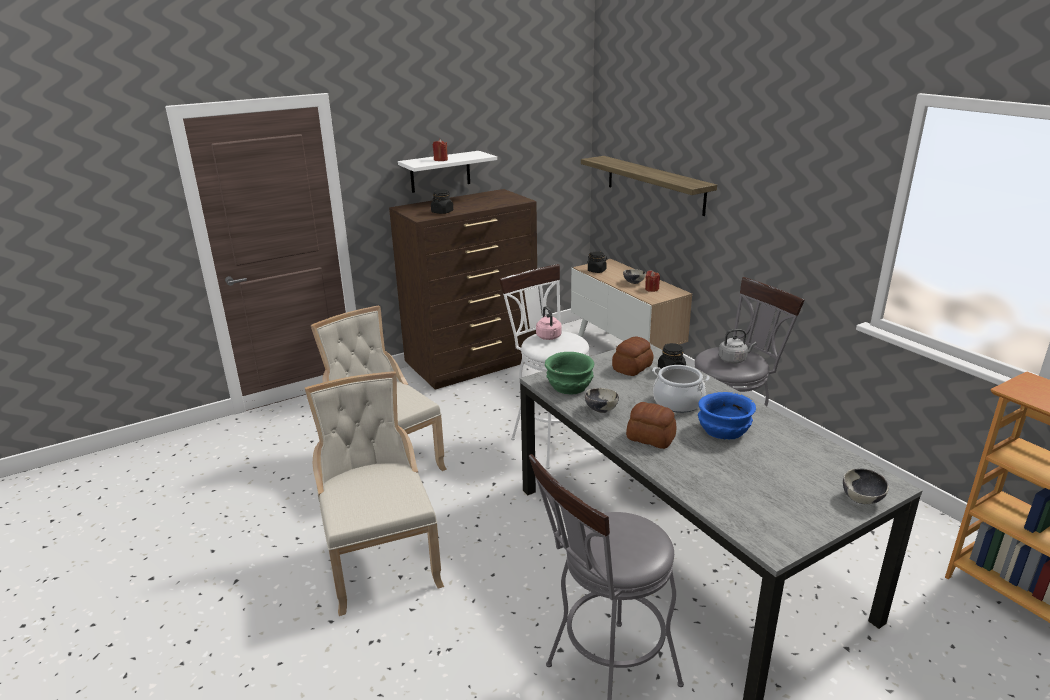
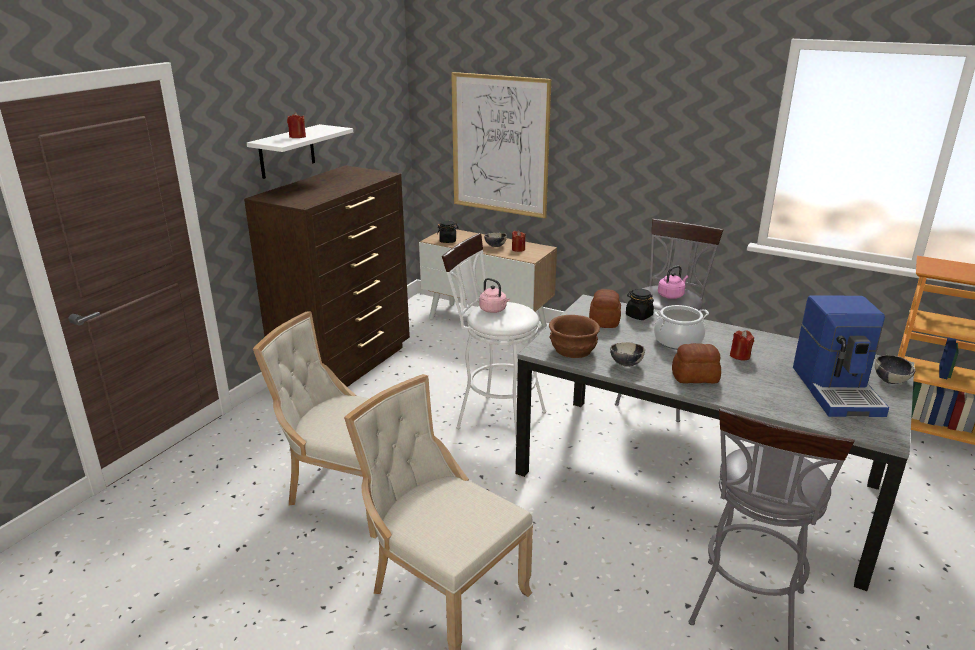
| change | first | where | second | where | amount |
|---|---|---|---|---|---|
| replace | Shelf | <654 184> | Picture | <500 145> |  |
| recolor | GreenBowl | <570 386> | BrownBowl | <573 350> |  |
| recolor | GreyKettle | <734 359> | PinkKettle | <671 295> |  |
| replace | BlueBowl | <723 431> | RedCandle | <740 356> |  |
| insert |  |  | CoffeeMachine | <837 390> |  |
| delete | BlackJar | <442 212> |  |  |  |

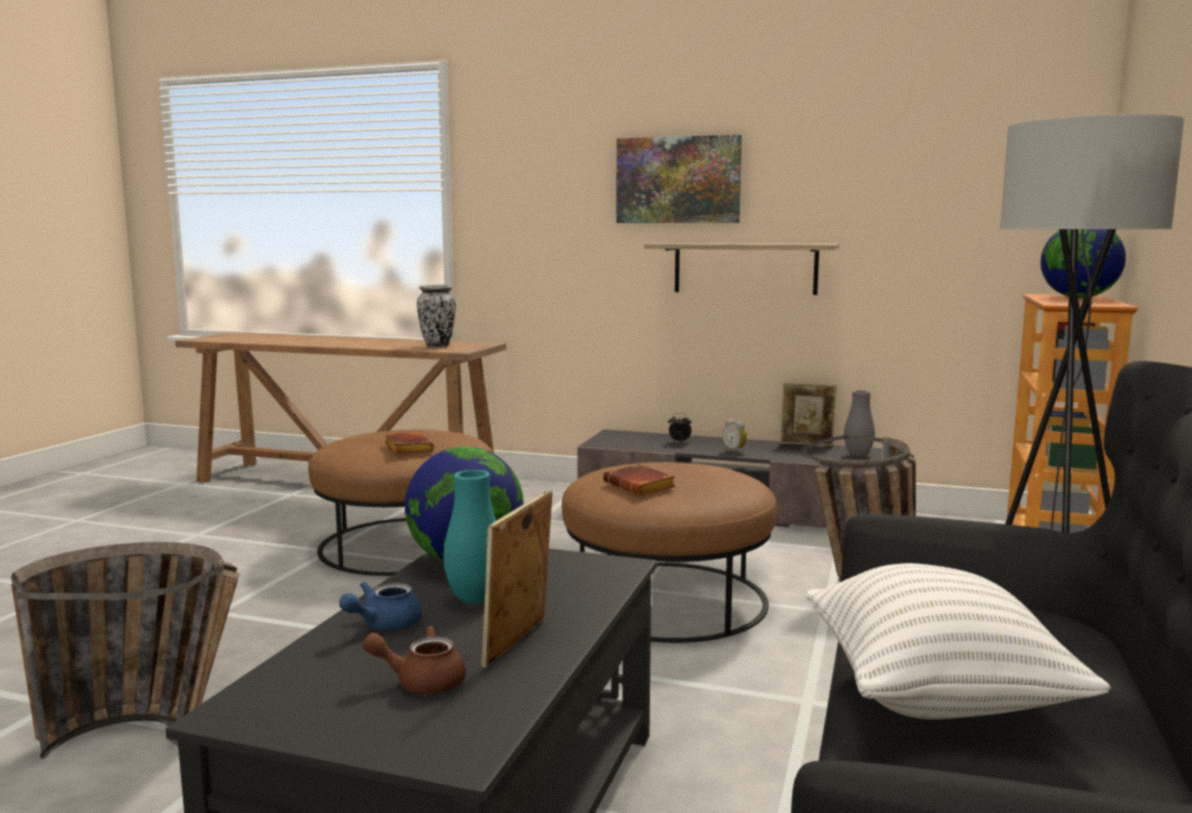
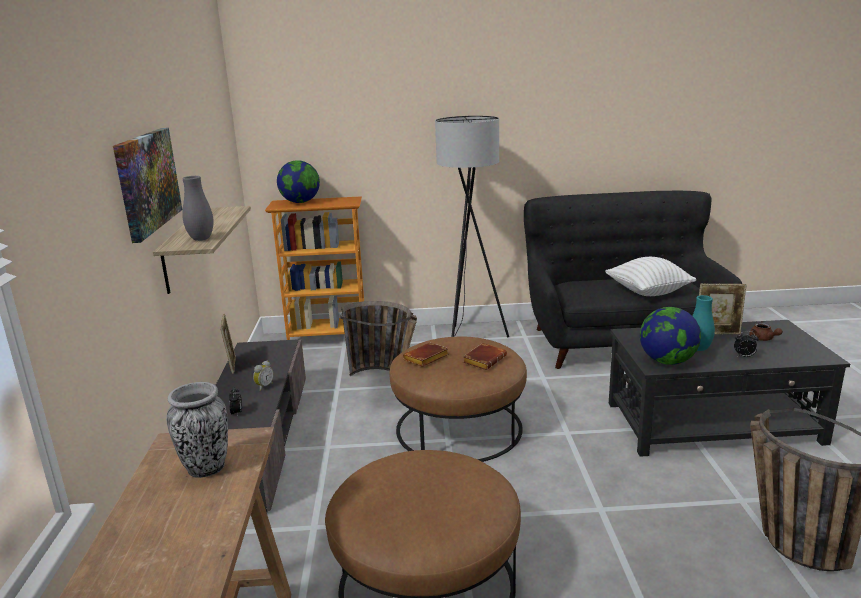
| change | first | where | second | where | amount |
|---|---|---|---|---|---|
| move | GreyVase | <858 455> |  | <201 239> |  |
| move | BrownBook | <406 448> |  | <426 359> |  |
| replace | BlueTeapot | <384 625> | AlarmClock | <744 357> |  |

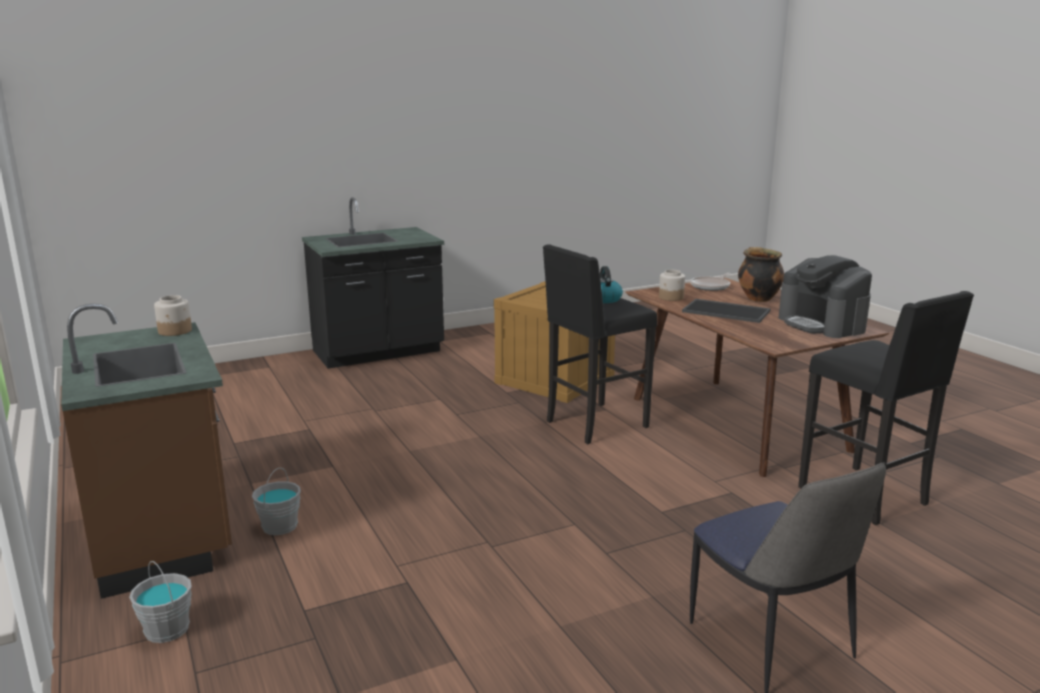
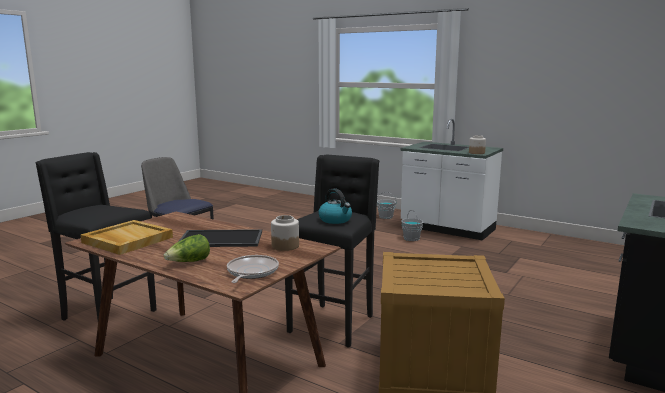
| change | first | where | second | where | amount |
|---|---|---|---|---|---|
| replace | CoffeeMachine | <822 324> | BeigeTray | <127 240> |  |
| replace | CookingPot | <757 298> | Lettuce | <189 262> |  |
| recolor | BrownCounter | <164 533> | WhiteCounter | <447 229> |  |

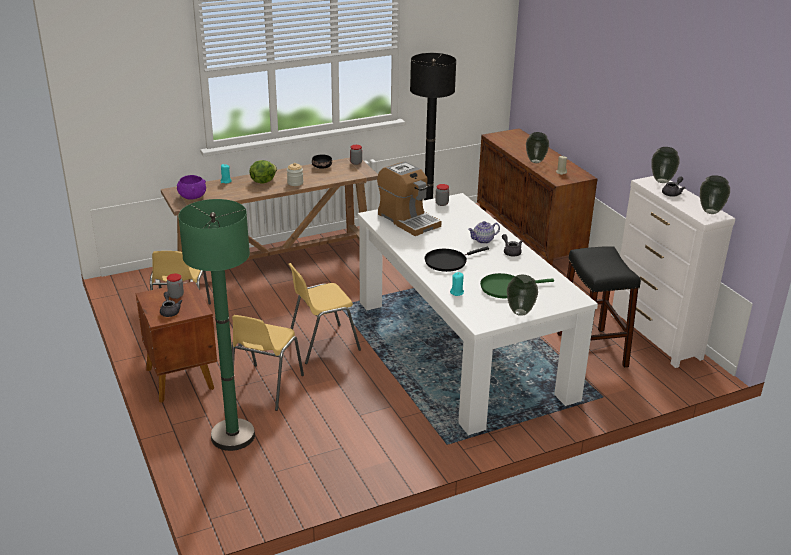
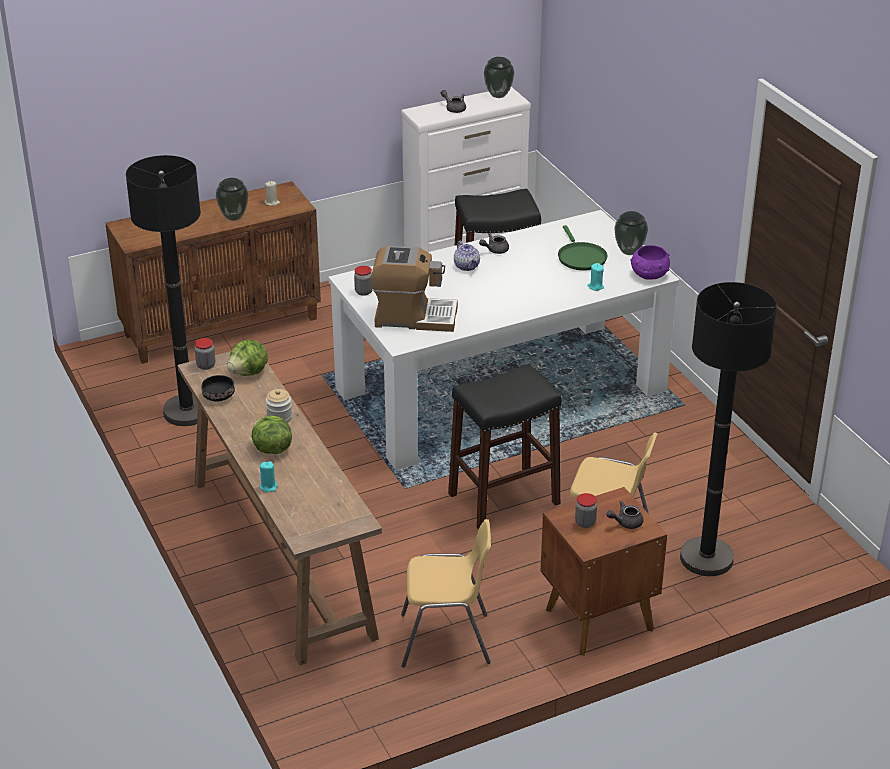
| change | first | where | second | where | amount |
|---|---|---|---|---|---|
| insert |  |  | Lettuce | <249 373> |  |
| rotate | CoffeeMachine | <408 220> |  | <414 317> | 45 degrees clockwise |
| replace | YellowChair | <322 344> | BlackStool | <503 499> |  |
| move | PurpleBowl | <192 196> |  | <649 275> |  |
| recolor | GreenFloorLamp | <233 436> | BlackFloorLamp | <706 558> |  |
| delete | BlackFryingPan | <448 262> |  |  |  |
| delete | Vase | <661 181> |  |  |  |

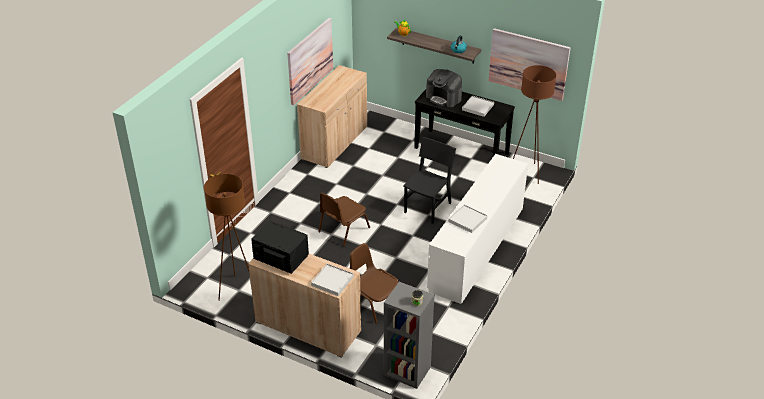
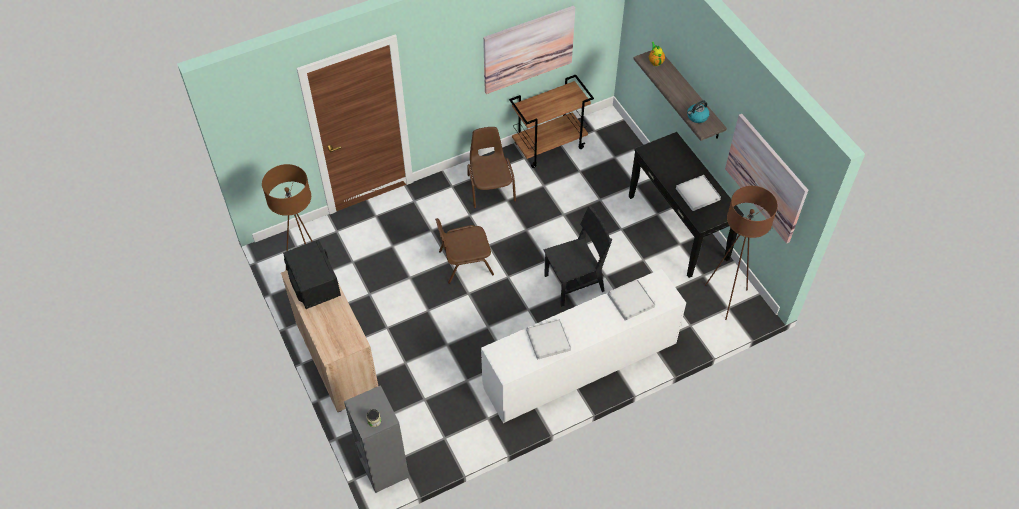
| change | first | where | second | where | amount |
|---|---|---|---|---|---|
| move | BrownChair | <374 302> |  | <490 187> |  |
| replace | BeigeCabinet | <335 143> | BrownCart | <549 145> |  |
| move | WhiteTray | <332 281> |  | <631 300> |  |
| delete | CoffeeMachine | <444 98> |  |  |  |

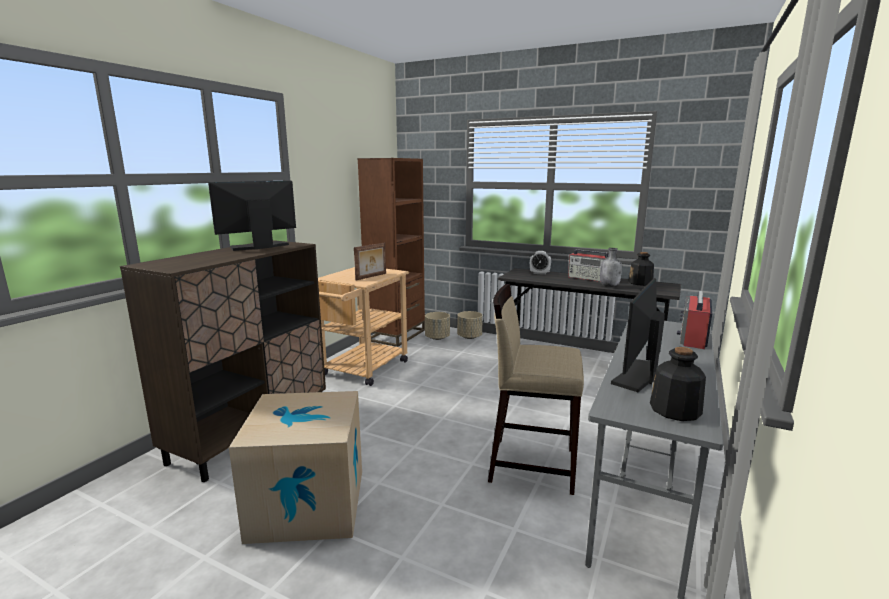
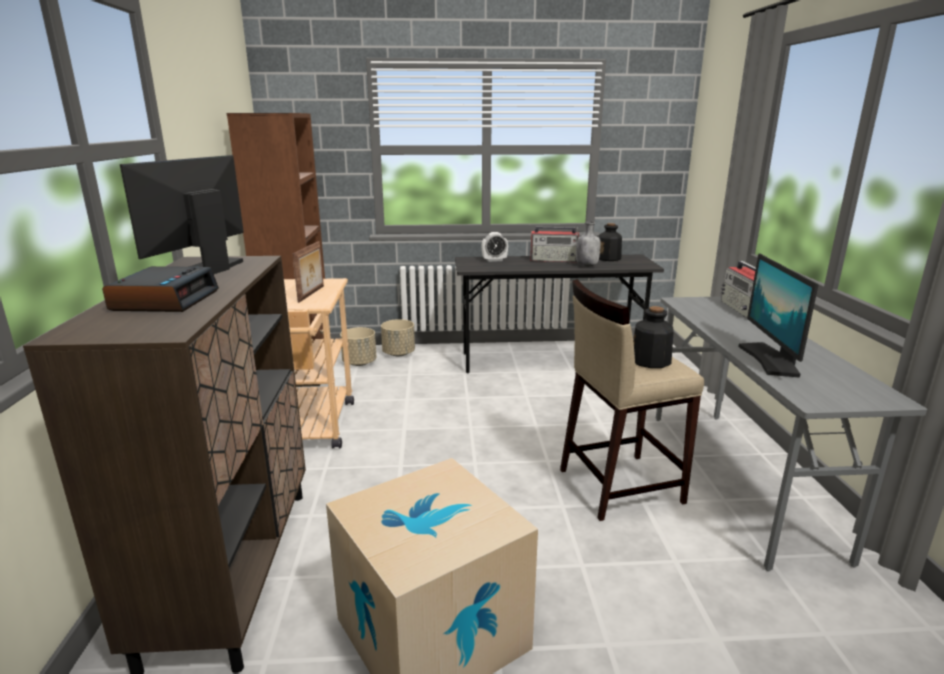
| change | first | where | second | where | amount |
|---|---|---|---|---|---|
| insert |  |  | AlarmClock | <165 300> |  |
| move | Bottle | <675 410> |  | <650 361> |  |

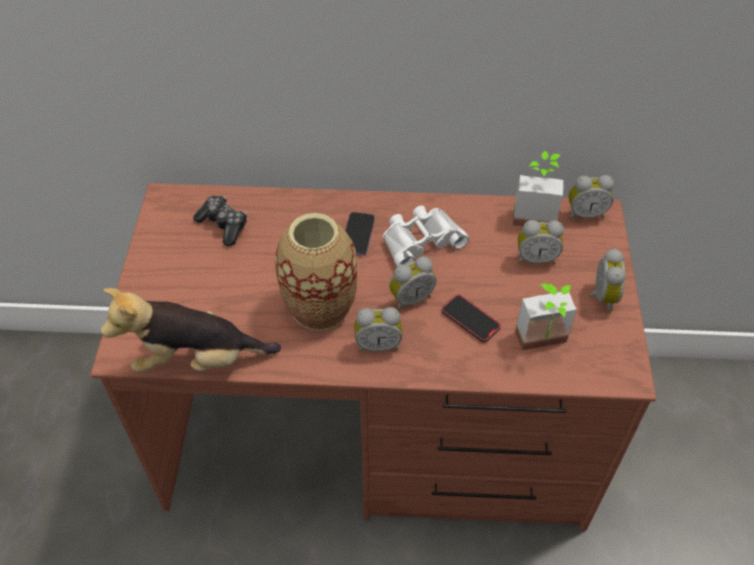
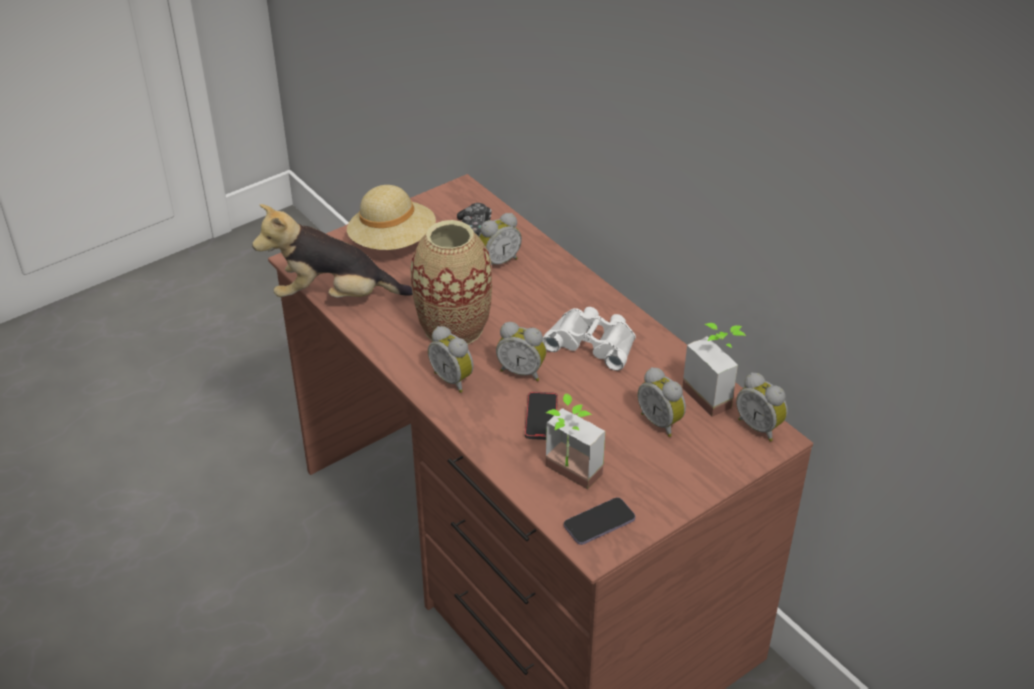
| change | first | where | second | where | amount |
|---|---|---|---|---|---|
| rotate | PlushToy | <197 359> |  | <334 297> | 45 degrees counterclockwise |
| insert |  |  | BeigeHat | <392 242> |  |
| move | AlarmClock | <601 297> |  | <497 261> |  |
| move | Phone | <358 235> |  | <599 523> |  |

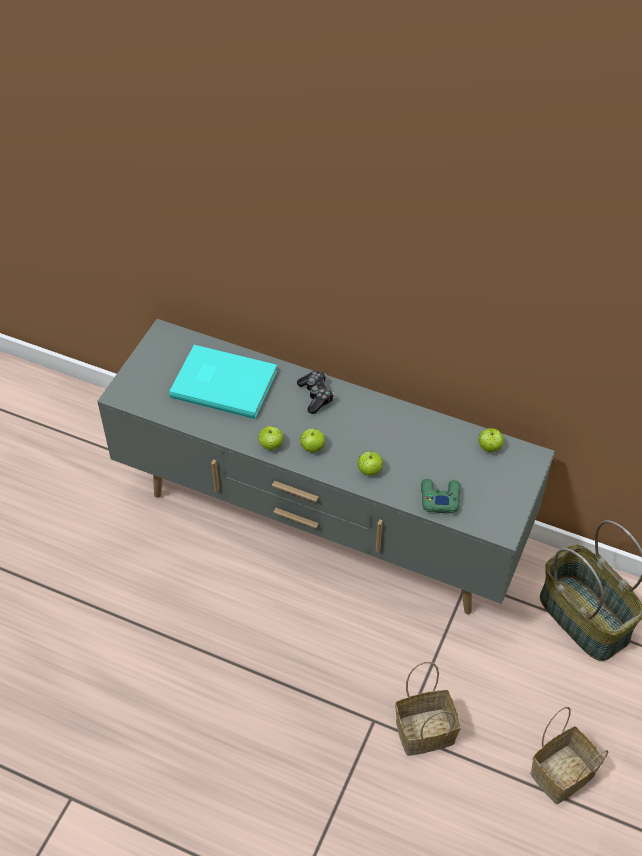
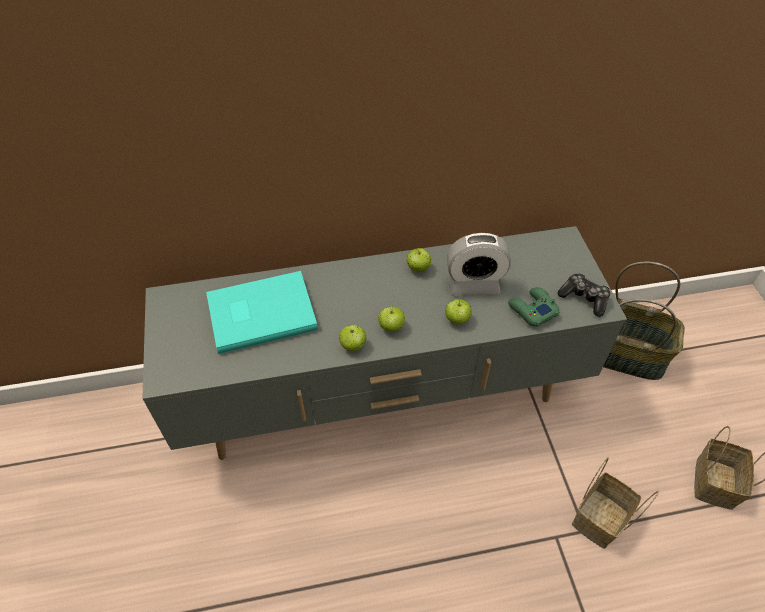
| change | first | where | second | where | amount |
|---|---|---|---|---|---|
| move | Apple | <489 447> |  | <418 268> |  |
| insert |  |  | AlarmClock | <474 284> |  |
| move | GameController | <316 395> |  | <584 298> |  |

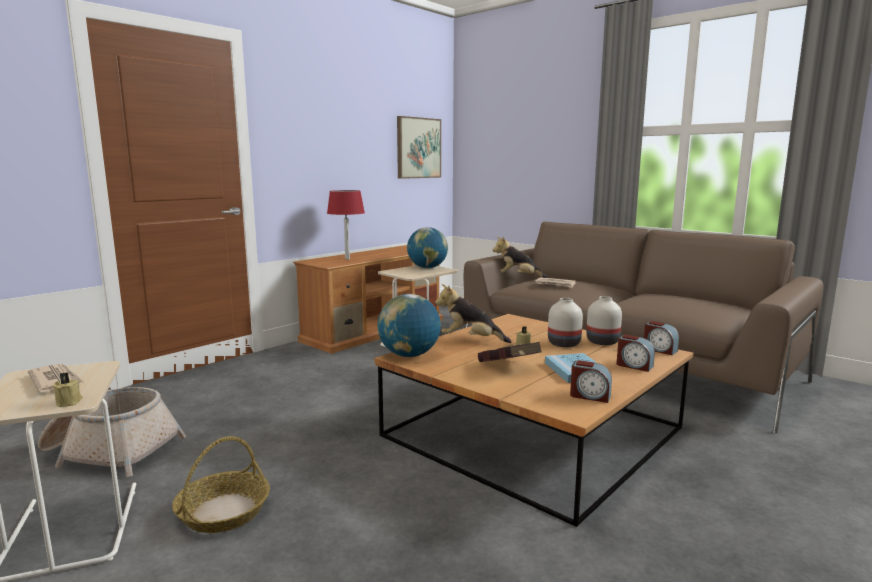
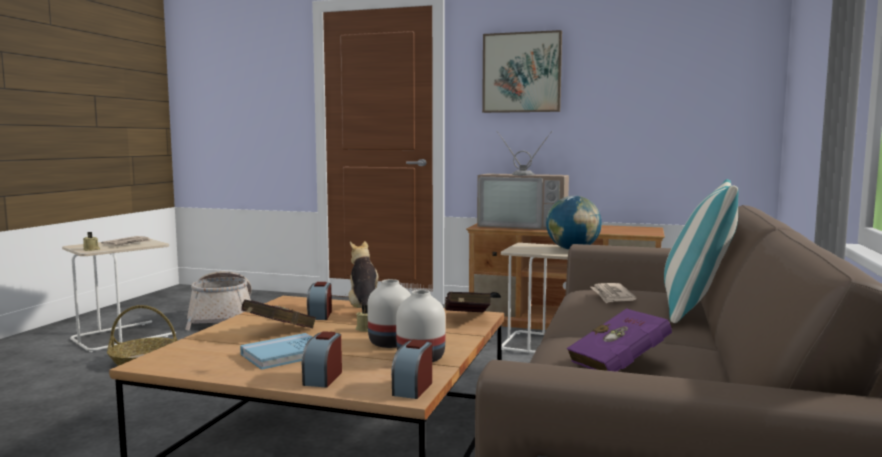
| change | first | where | second | where | amount |
|---|---|---|---|---|---|
| move | AlarmClock | <590 396> |  | <320 315> |  |
| insert |  |  | RedBook | <466 319> |  |
| replace | RedTableLamp | <347 259> | Television | <524 226> |  |
| move | Picture | <418 148> |  | <521 72> |  |
| insert |  |  | PurpleBook | <622 364> |  |
| insert |  |  | Pillow | <696 308> |  |
| delete | Globe | <409 355> |  |  |  |
| delete | PlushToy | <518 278> |  |  |  |

